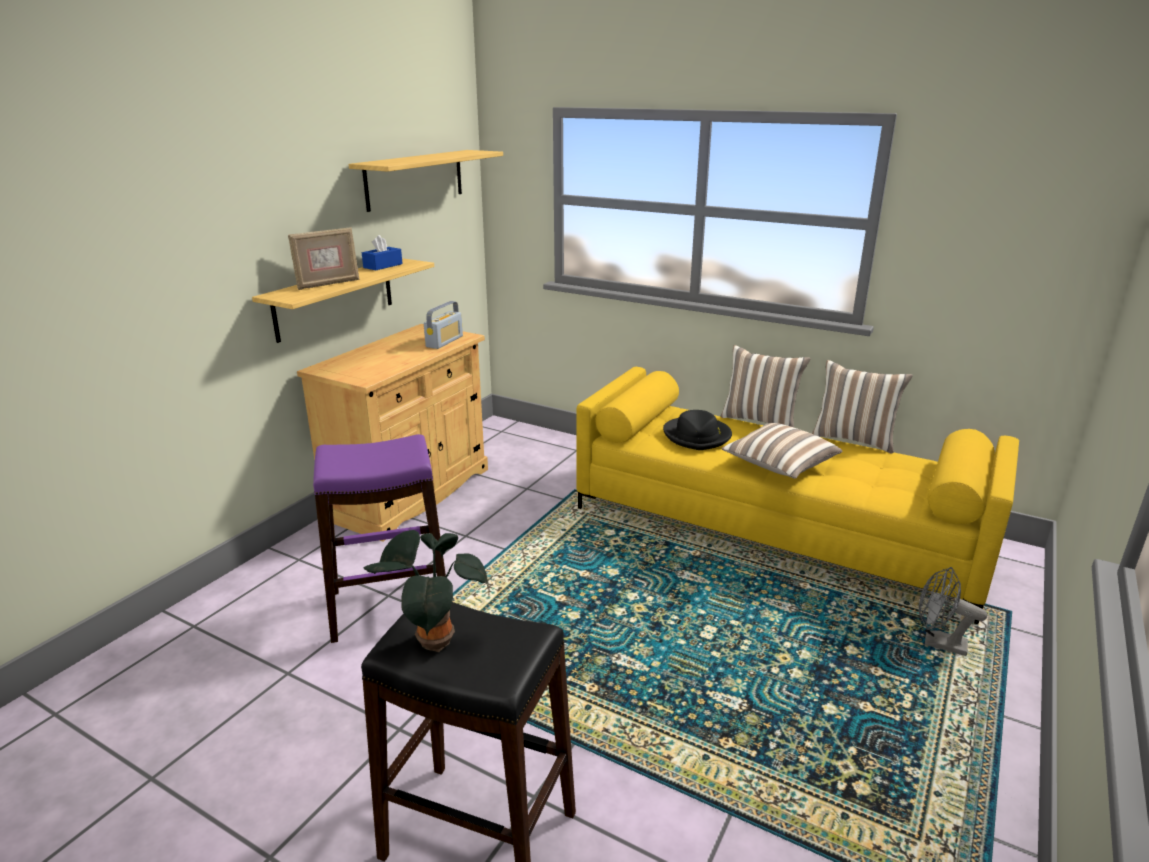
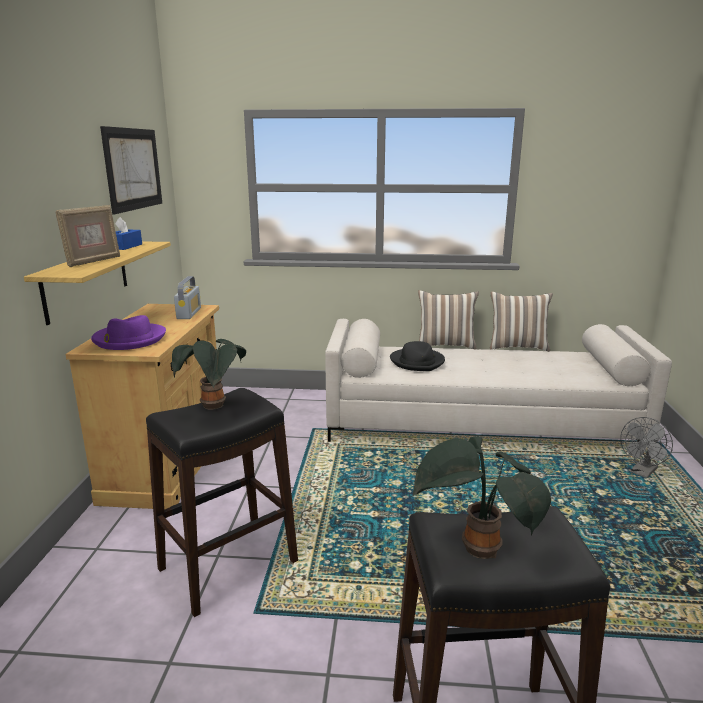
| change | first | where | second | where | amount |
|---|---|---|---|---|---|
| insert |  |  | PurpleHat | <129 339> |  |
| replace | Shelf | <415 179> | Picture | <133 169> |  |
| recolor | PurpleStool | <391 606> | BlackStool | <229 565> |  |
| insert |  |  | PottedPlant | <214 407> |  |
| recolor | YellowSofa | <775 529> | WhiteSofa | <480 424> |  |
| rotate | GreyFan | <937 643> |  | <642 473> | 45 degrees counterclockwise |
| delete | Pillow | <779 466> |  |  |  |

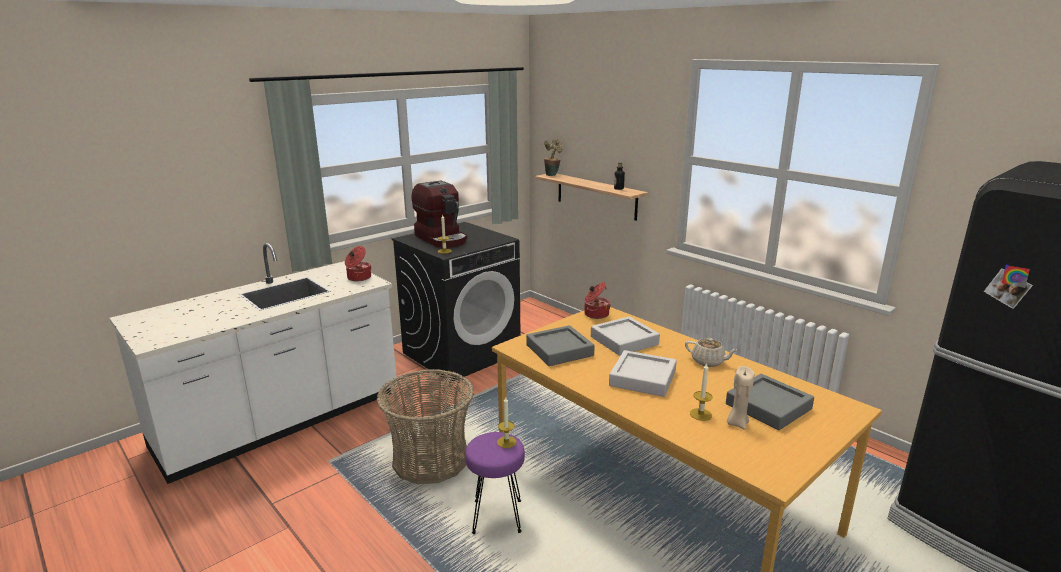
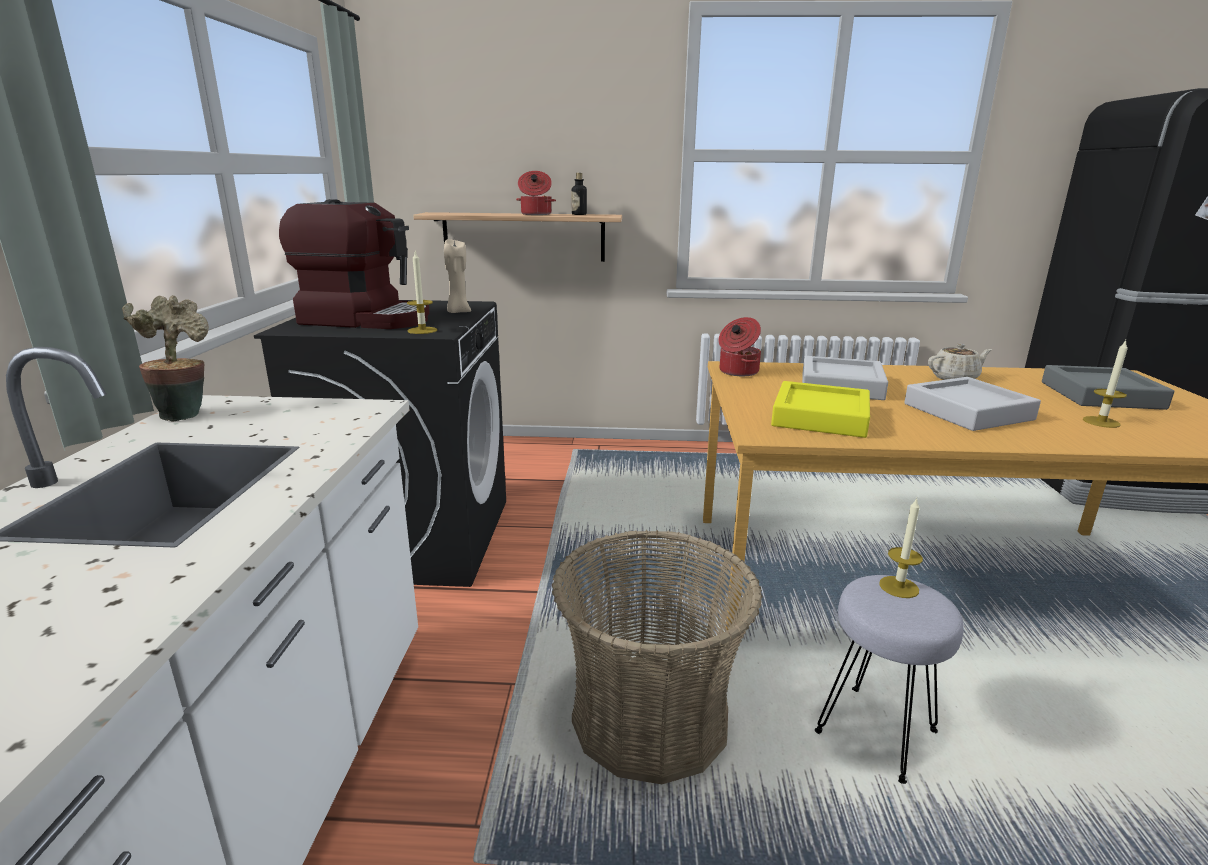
| change | first | where | second | where | amount |
|---|---|---|---|---|---|
| move | PottedPlant | <552 174> |  | <185 413> |  |
| move | BeigeCandle | <737 423> |  | <458 312> |  |
| move | CookingPot | <358 278> |  | <535 214> |  |
| recolor | GreyTray | <559 350> | YellowTray | <820 417> |  |
| recolor | PurpleStool | <496 516> | GreyStool | <875 733> |  |

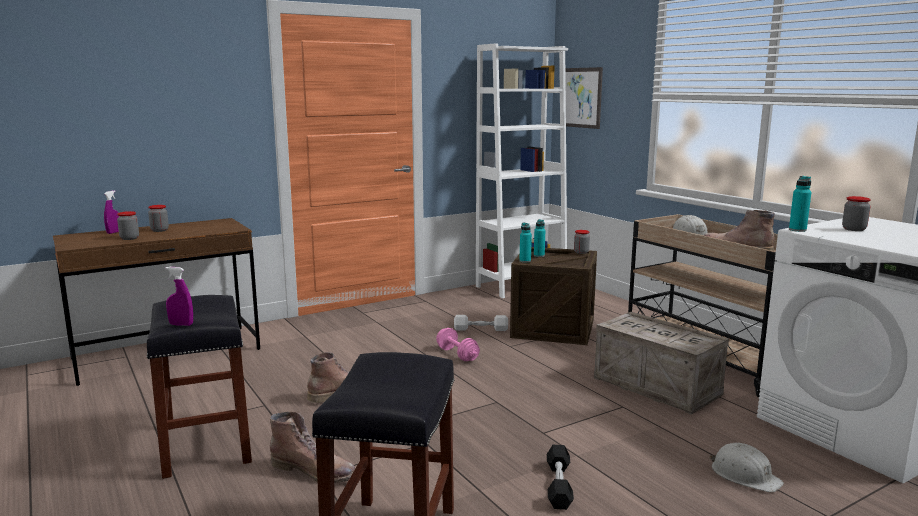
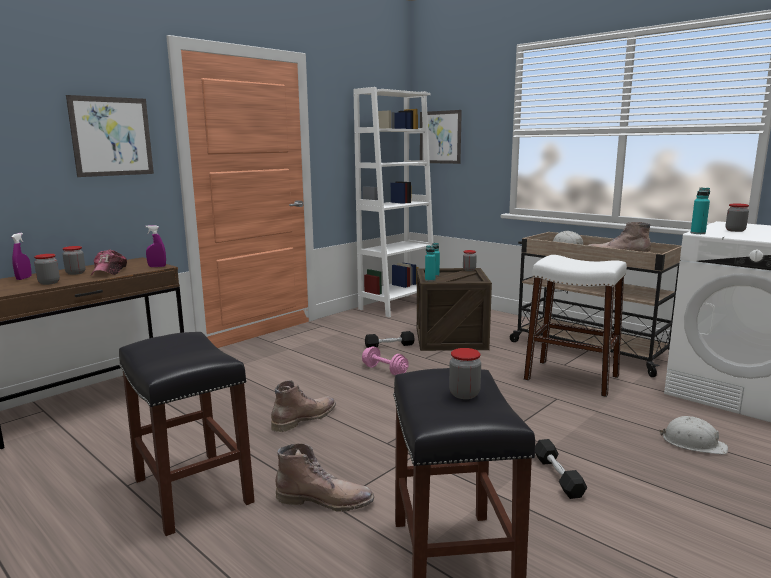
| change | first | where | second | where | amount |
|---|---|---|---|---|---|
| insert |  |  | Picture | <112 136> |  |
| insert |  |  | Cap | <109 271> |  |
| move | PurpleSprayBottle | <181 324> |  | <157 266> |  |
| recolor | WhiteDumbbell | <480 329> | BlackDumbbell | <389 346> |  |
| insert |  |  | Jar | <464 394> |  |
| replace | Crate | <658 386> | WhiteStool | <571 378> |  |

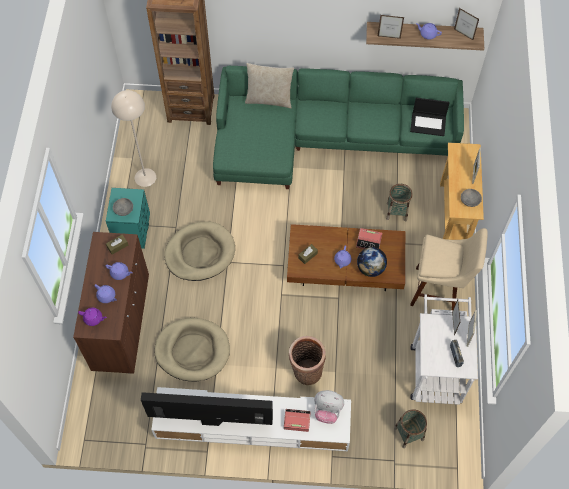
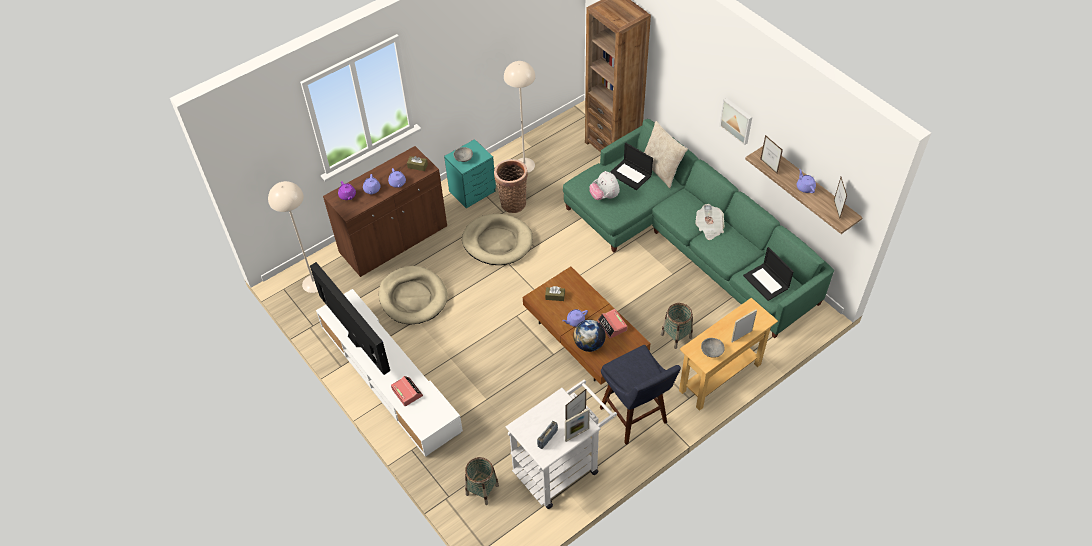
| change | first | where | second | where | amount |
|---|---|---|---|---|---|
| insert |  |  | BeigeFloorLamp | <313 283> |  |
| move | Basket | <305 371> |  | <512 202> |  |
| move | PlushToy | <327 410> |  | <604 196> |  |
| recolor | BeigeStool | <439 291> | BlueStool | <635 418> |  |
| insert |  |  | Laptop | <631 174> |  |
| insert |  |  | Newspaper | <709 227> |  |
| insert |  |  | Picture | <737 120> |  |

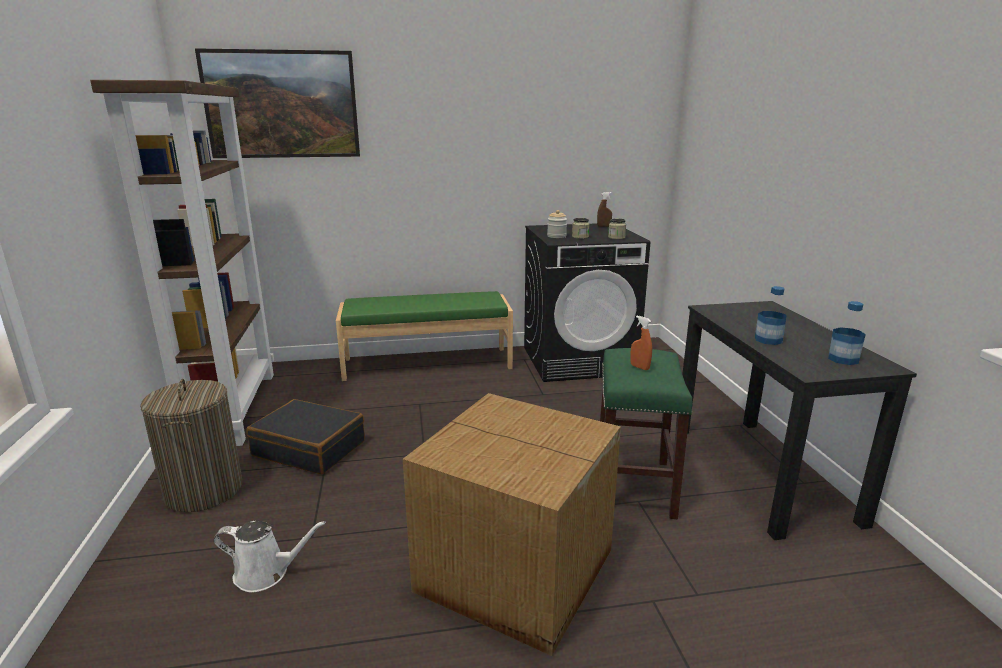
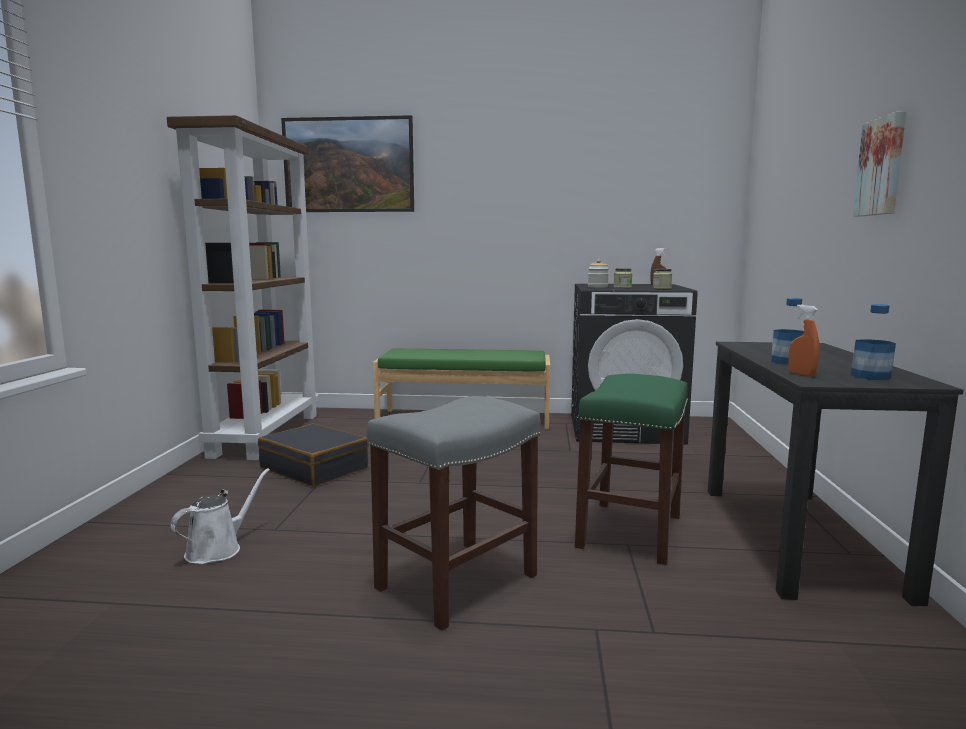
| change | first | where | second | where | amount |
|---|---|---|---|---|---|
| rotate | WhiteWateringCan | <266 573> |  | <218 549> | 75 degrees counterclockwise |
| replace | CardboardBox | <516 572> | GreyStool | <456 583> |  |
| move | OrangeSprayBottle | <639 367> |  | <801 374> |  |
| insert |  |  | Picture | <882 167> |  |
| delete | LaundryBasket | <204 490> |  |  |  |

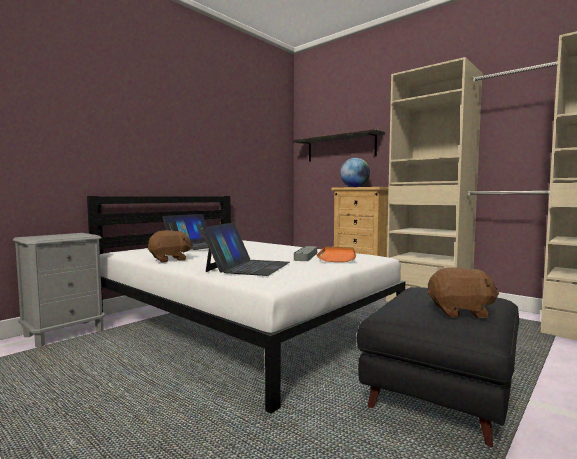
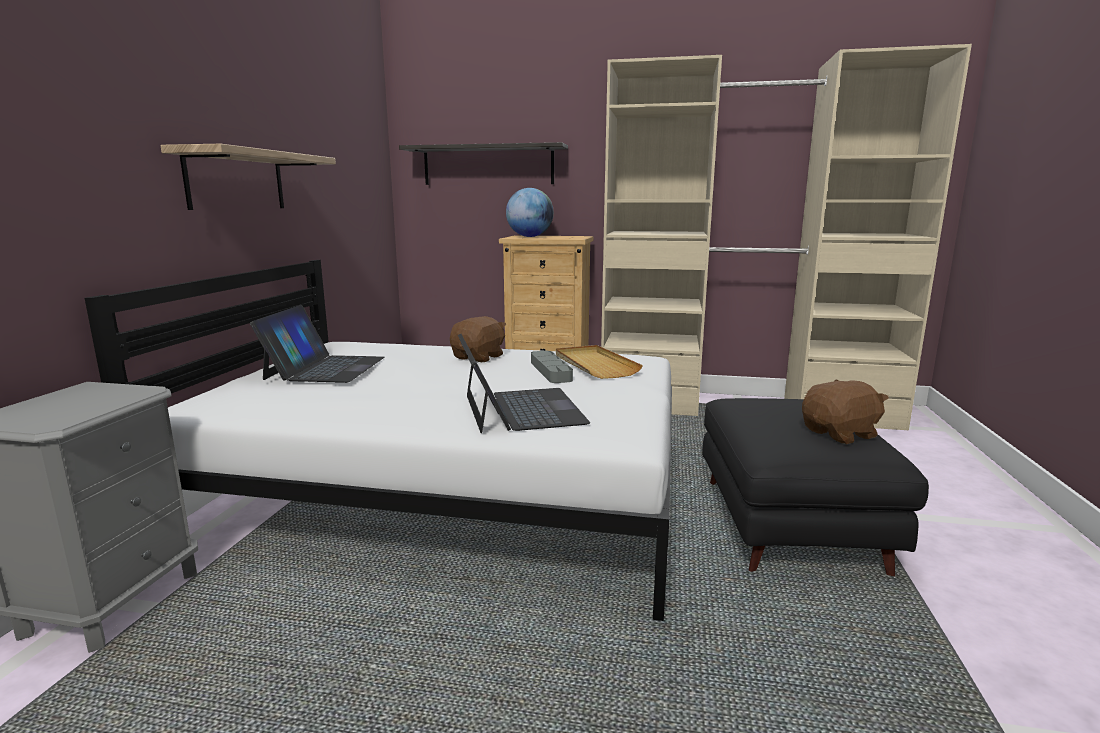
| change | first | where | second | where | amount |
|---|---|---|---|---|---|
| insert |  |  | Shelf | <236 181> |  |
| move | BrownPlushToy | <170 259> |  | <479 357> |  |
| recolor | OrangeTray | <337 256> | BeigeTray | <594 365> |  |

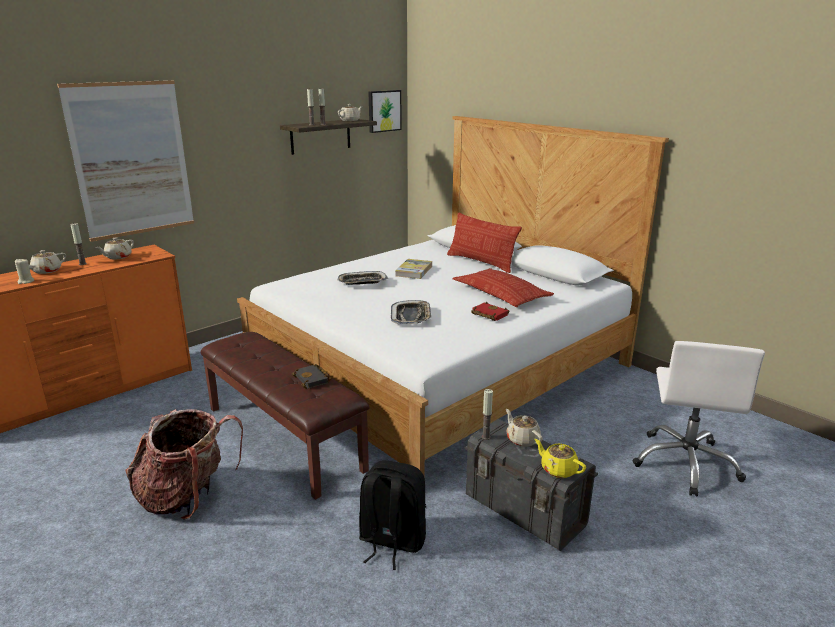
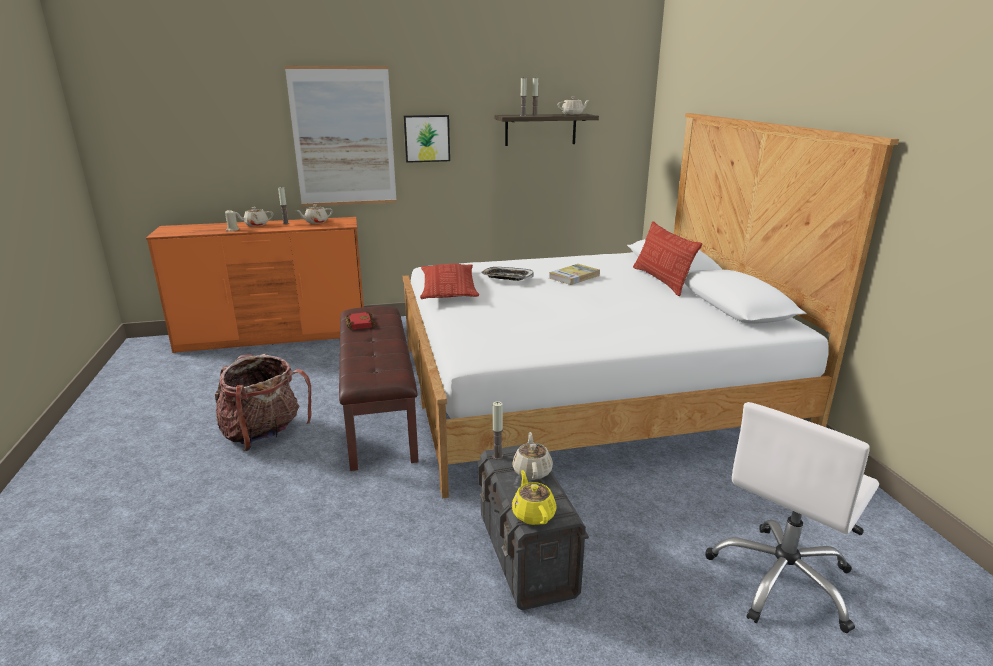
| change | first | where | second | where | amount |
|---|---|---|---|---|---|
| move | RedBook | <488 314> |  | <359 323> |  |
| move | Picture | <384 111> |  | <426 138> |  |
| move | Pillow | <501 294> |  | <448 289> |  |
| delete | BlackBook | <313 379> |  |  |  |
| delete | BlackBackpack | <391 542> |  |  |  |
| delete | Tray | <411 316> |  |  |  |

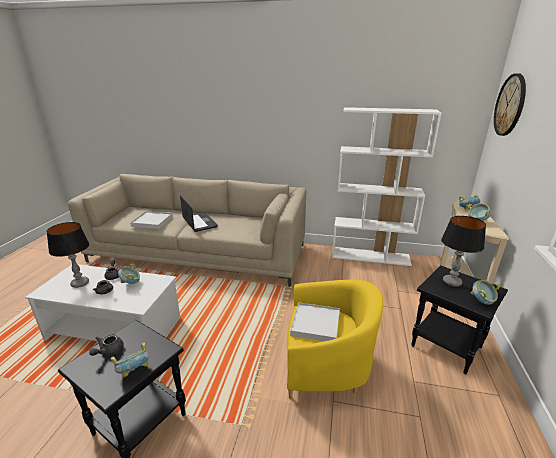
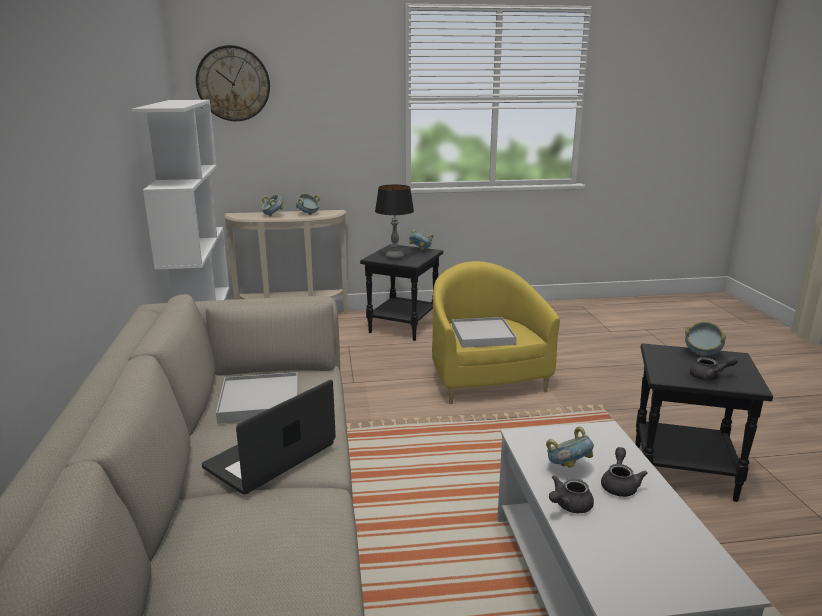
| change | first | where | second | where | amount |
|---|---|---|---|---|---|
| move | WhiteTray | <152 221> |  | <260 401> |  |
| delete | TableLamp | <80 283> |  |  |  |

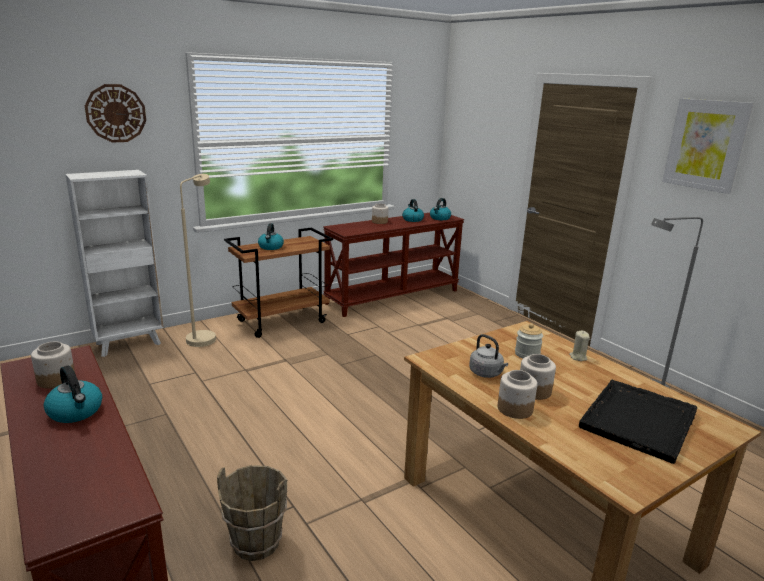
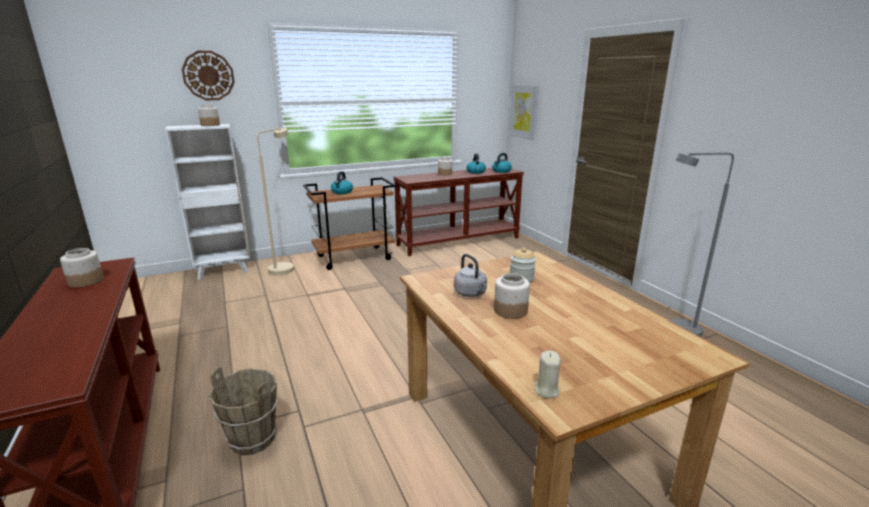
| change | first | where | second | where | amount |
|---|---|---|---|---|---|
| move | Jar | <514 409> |  | <210 125> |  |
| move | Picture | <705 145> |  | <524 111> |  |
| move | BeigeCandle | <578 357> |  | <546 390> |  |
| delete | Kettle | <76 412> |  |  |  |
| delete | BlackTray | <639 420> |  |  |  |

